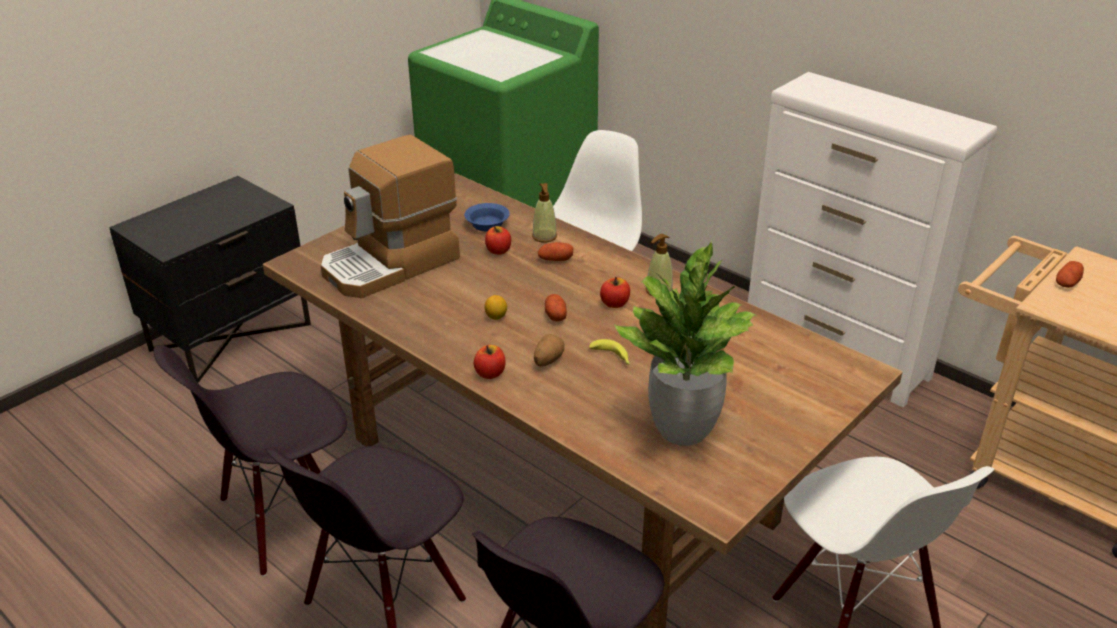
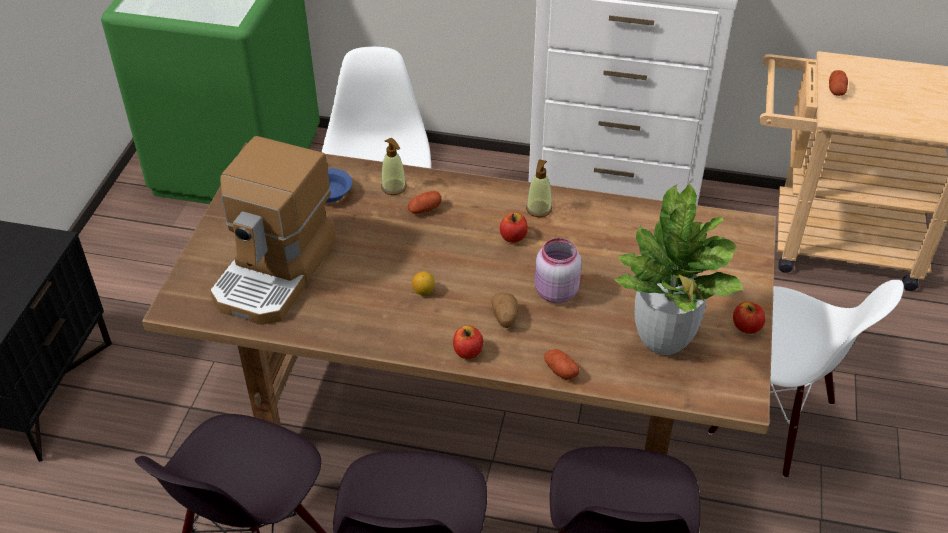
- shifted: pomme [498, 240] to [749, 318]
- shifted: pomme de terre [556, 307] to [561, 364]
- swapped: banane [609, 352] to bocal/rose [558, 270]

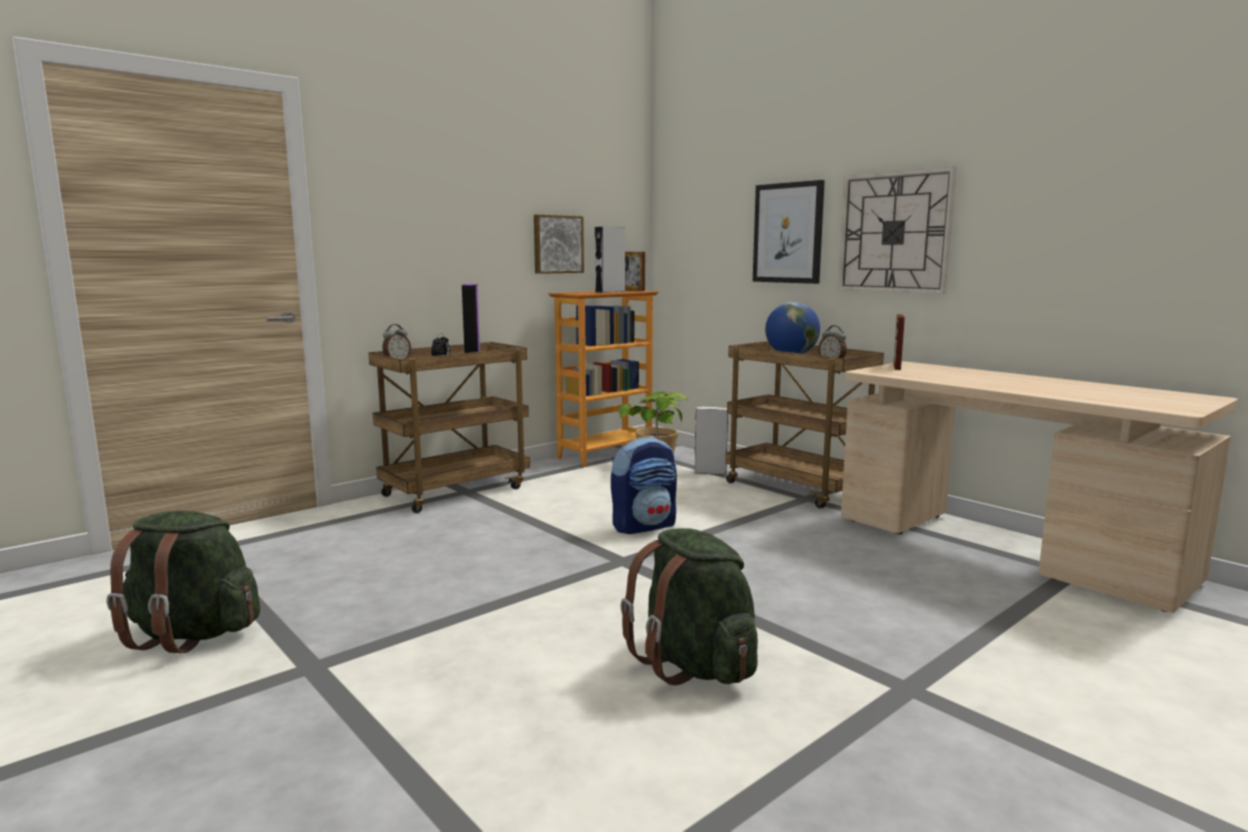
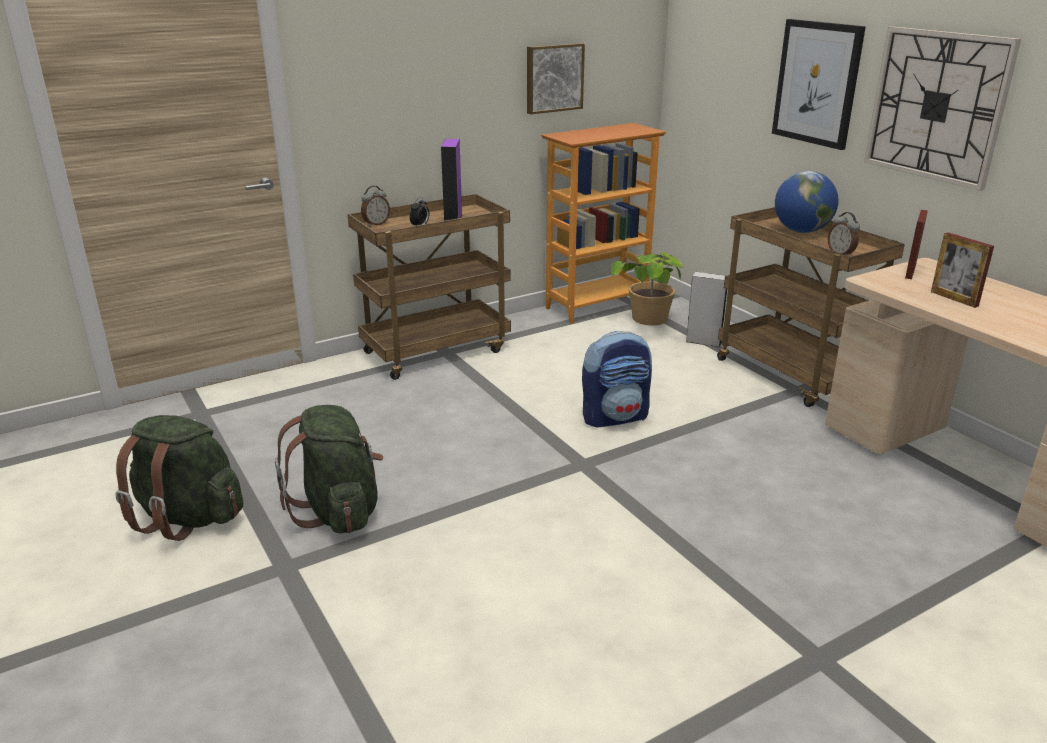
- gone: enceinte/gris [610, 260]
- shifted: sac à dos/vert [689, 606] to [329, 469]
- shifted: cadre photo [635, 271] to [962, 270]

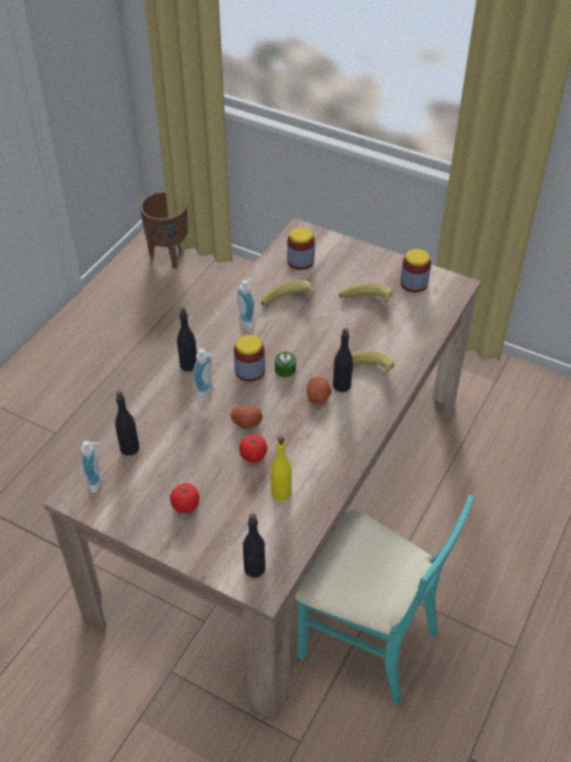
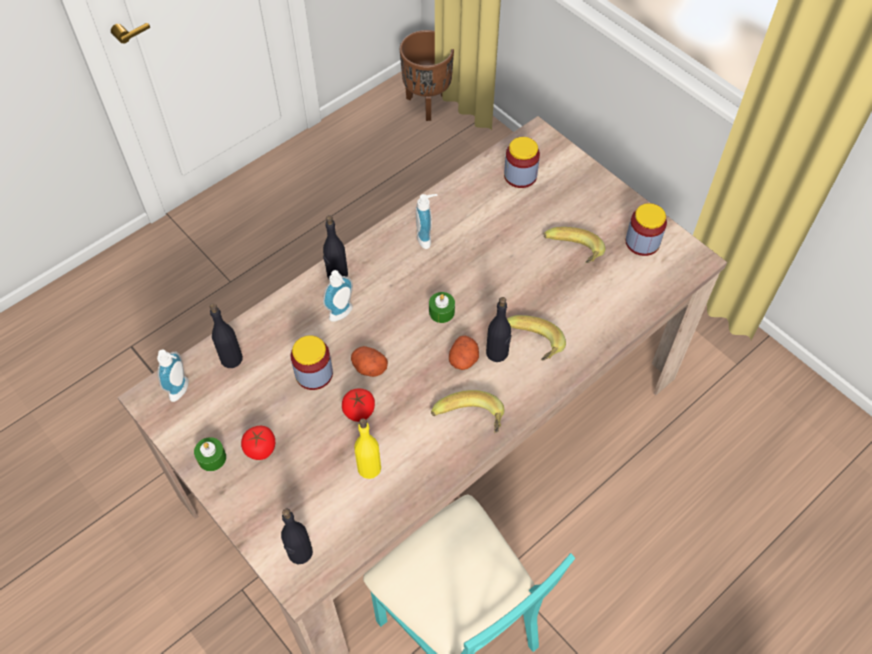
- new: bougie/vert [210, 454]
- shifted: bocal [249, 358] to [312, 362]
- shifted: banane [288, 292] to [467, 411]

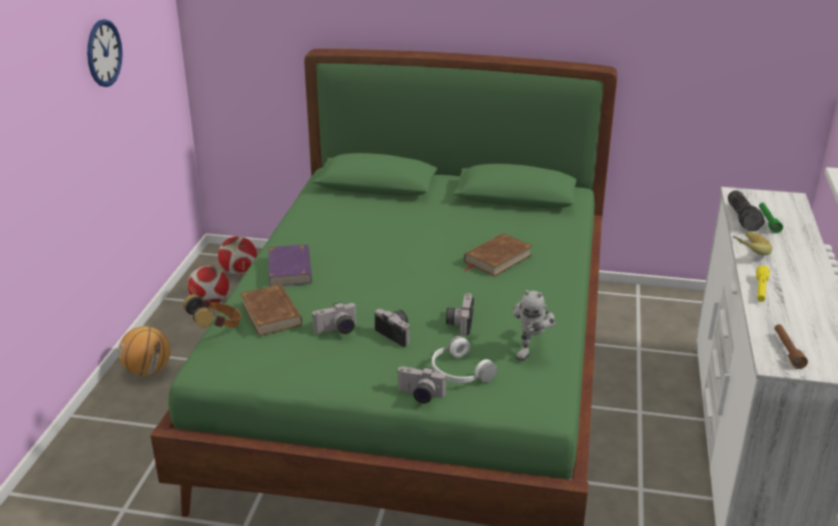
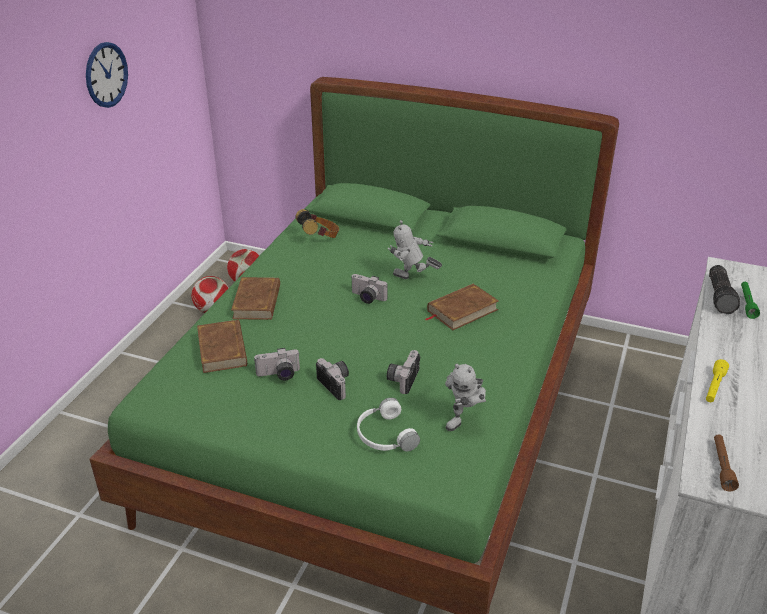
- gone: ballon de basket [145, 351]
- gone: banane [752, 243]
- new: robot jouet [415, 249]
- shifted: casque audio [212, 311] to [317, 223]
- shifted: appareil photo [422, 384] to [369, 289]
- repainted: livre/violet [290, 265] to livre/marron [255, 298]

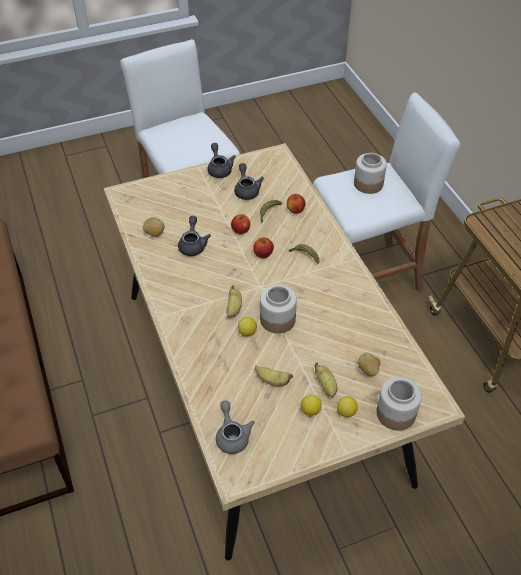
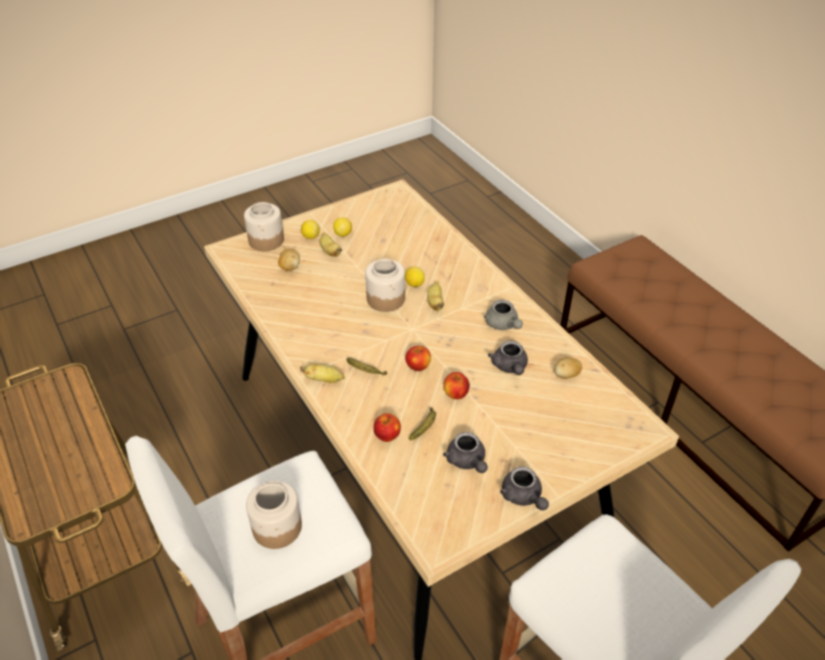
- shifted: théière/gris [235, 427] to [503, 315]
- shifted: banane [274, 376] to [322, 373]

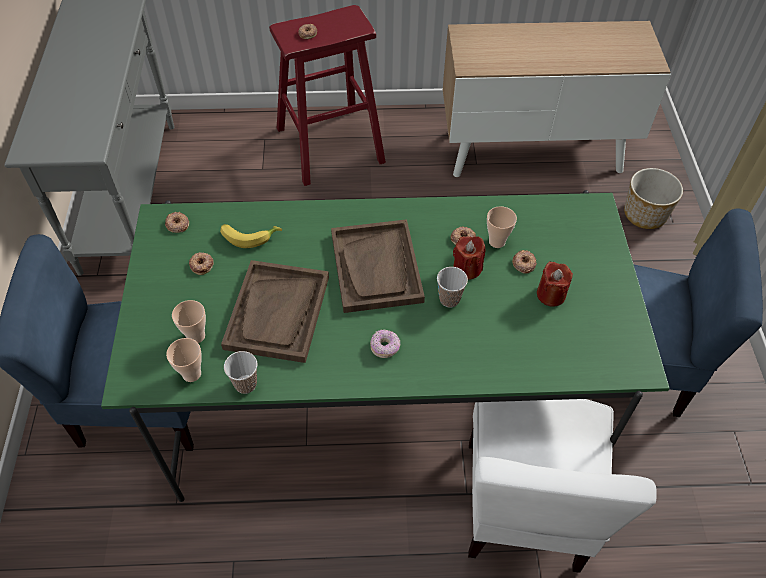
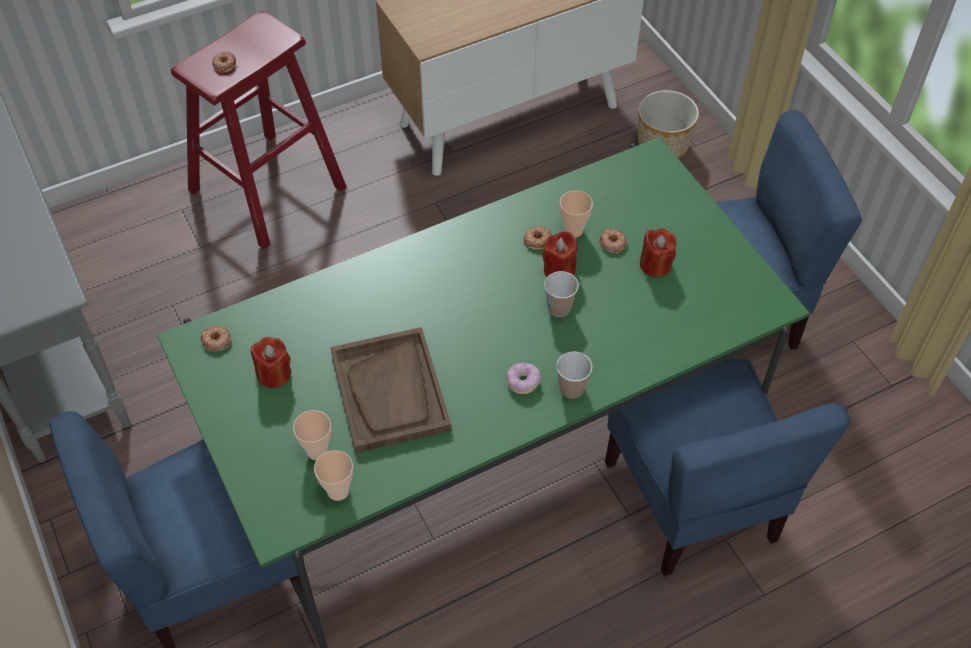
- gone: banane [251, 236]
- gone: plateau/marron [378, 266]
- shifted: tasse [240, 372] to [574, 375]
- swapped: beignet [201, 263] to bougie/rouge [271, 362]
- repainted: chaise/blanc [562, 486] to chaise/bleu [728, 467]

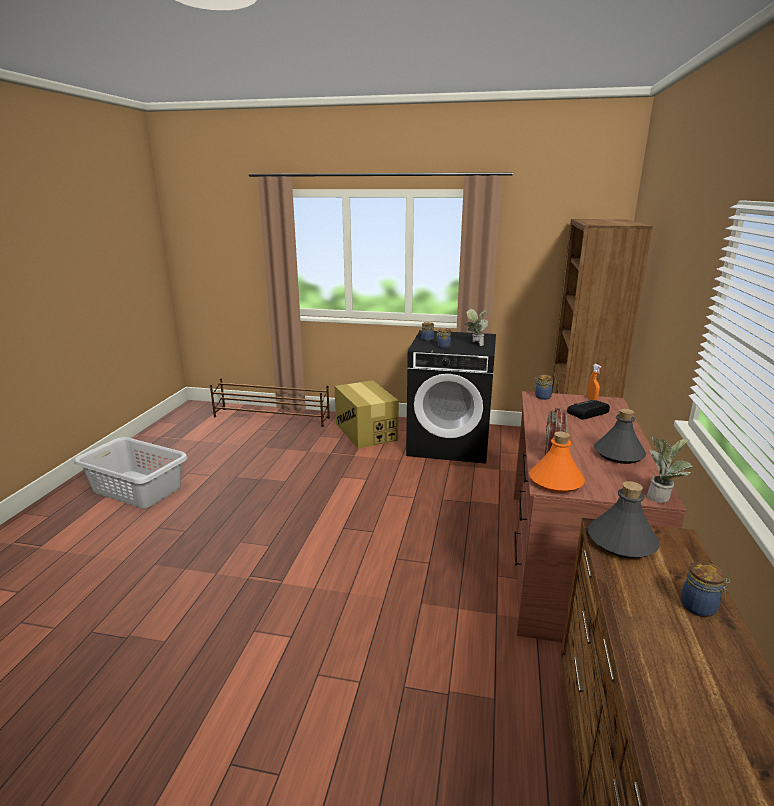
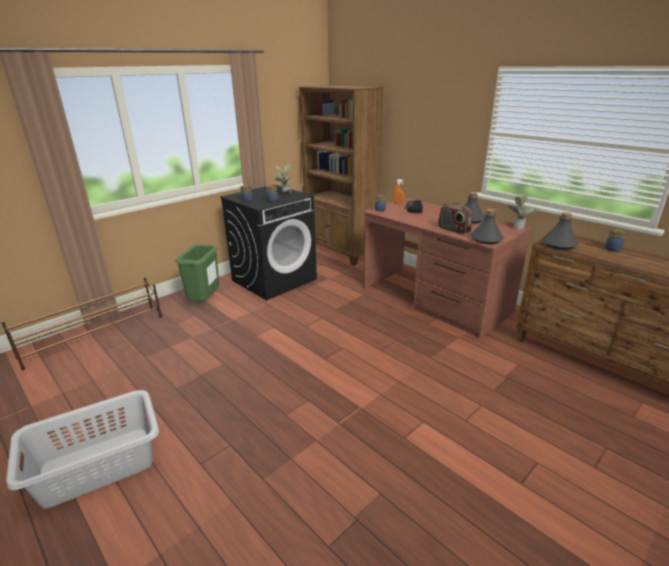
- swapped: carton [366, 414] to poubelle/vert [197, 273]
- repainted: bouteille/orange [557, 462] to bouteille/gris [487, 226]

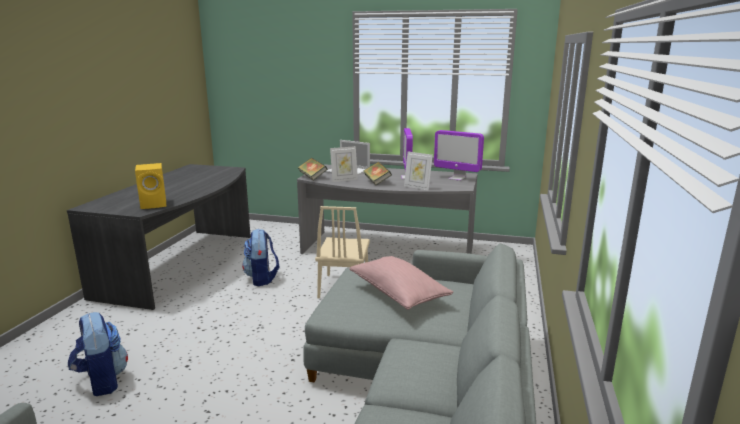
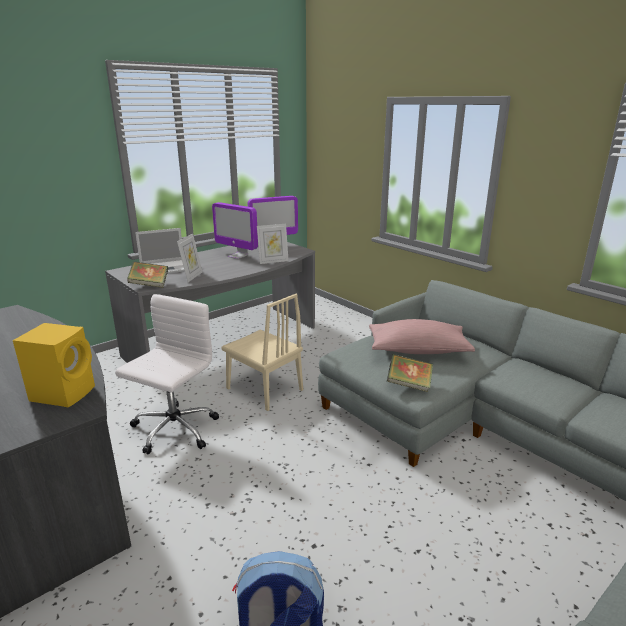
- shifted: livre [378, 173] to [410, 373]
- swapped: sac à dos [260, 257] to chaise de bureau/blanc [167, 374]

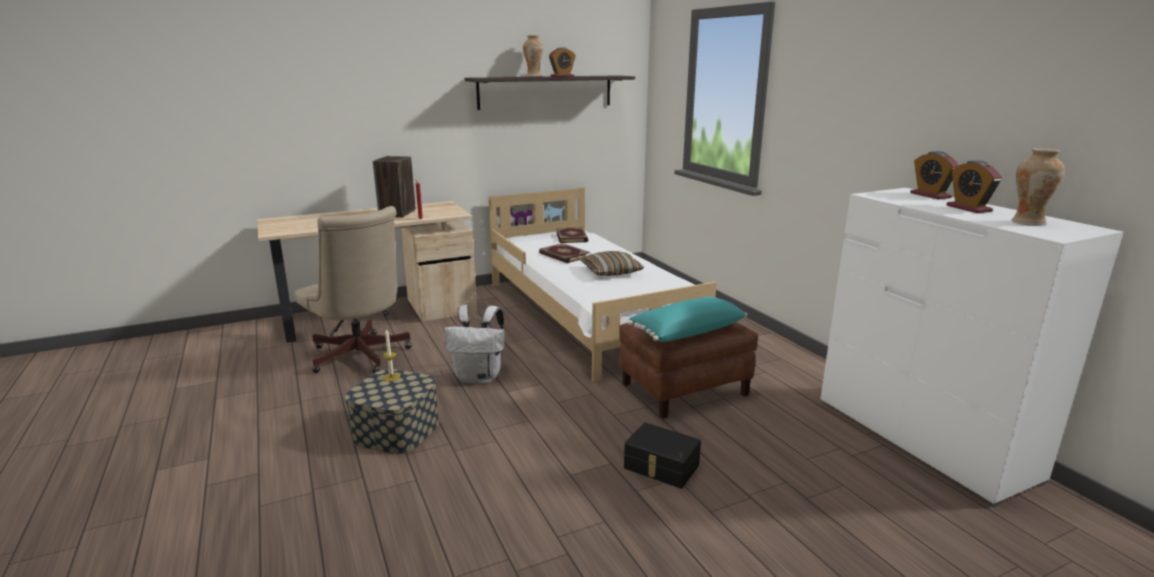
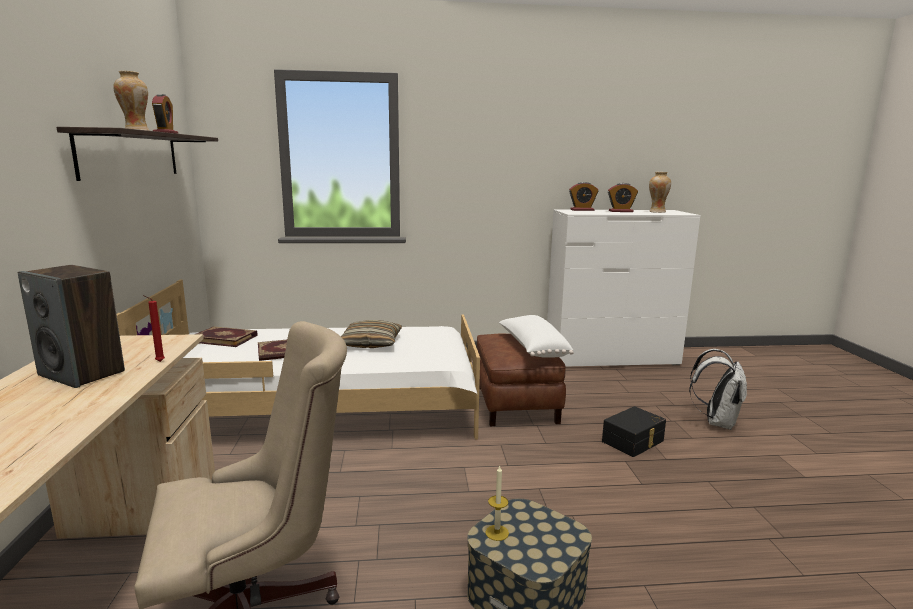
- shifted: sac à dos/blanc [474, 344] to [718, 389]
- repainted: coussin/turquoise [687, 319] to coussin/blanc [536, 336]

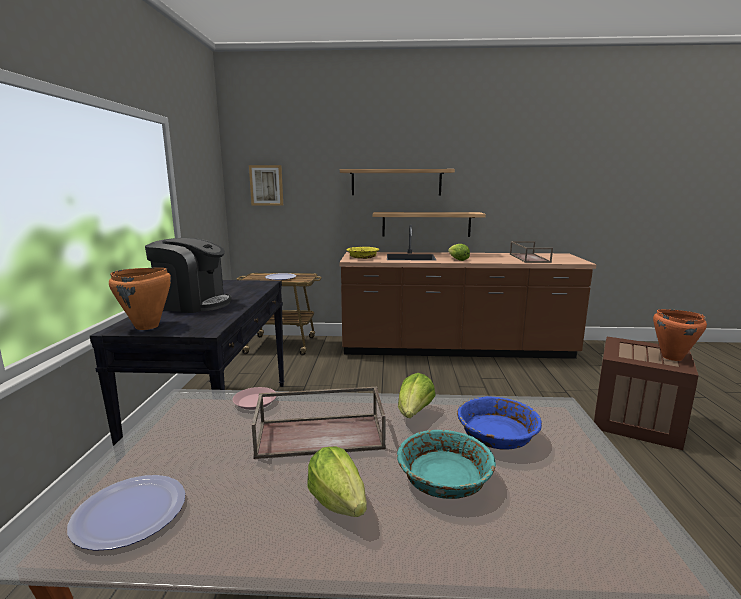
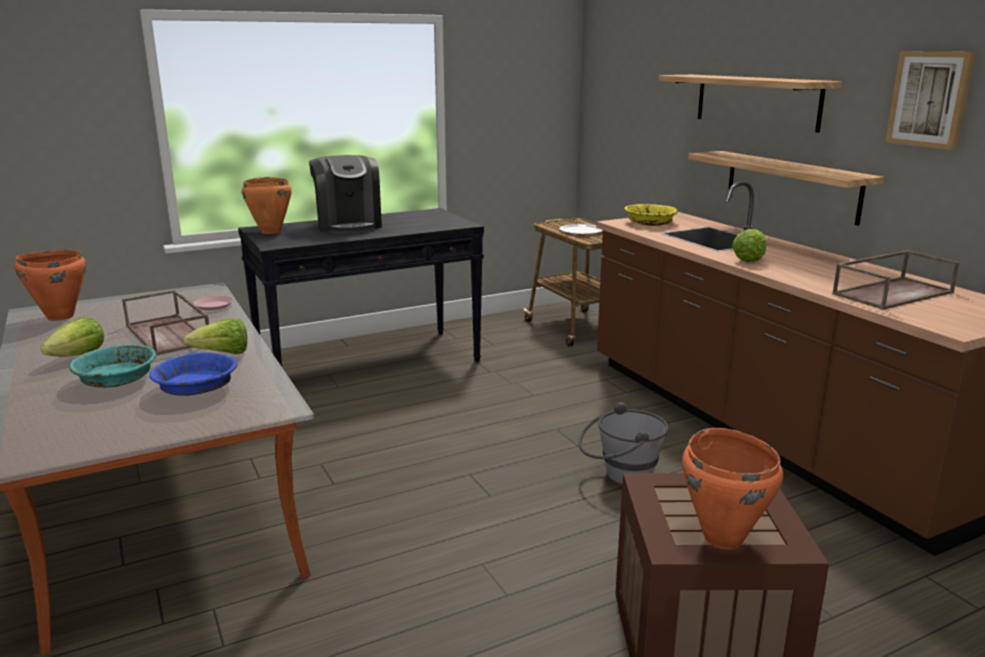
- new: seau/gris [623, 444]
- shifted: tableau [266, 185] to [930, 100]
- swapped: assiette [126, 513] to marmite/orange [50, 285]

